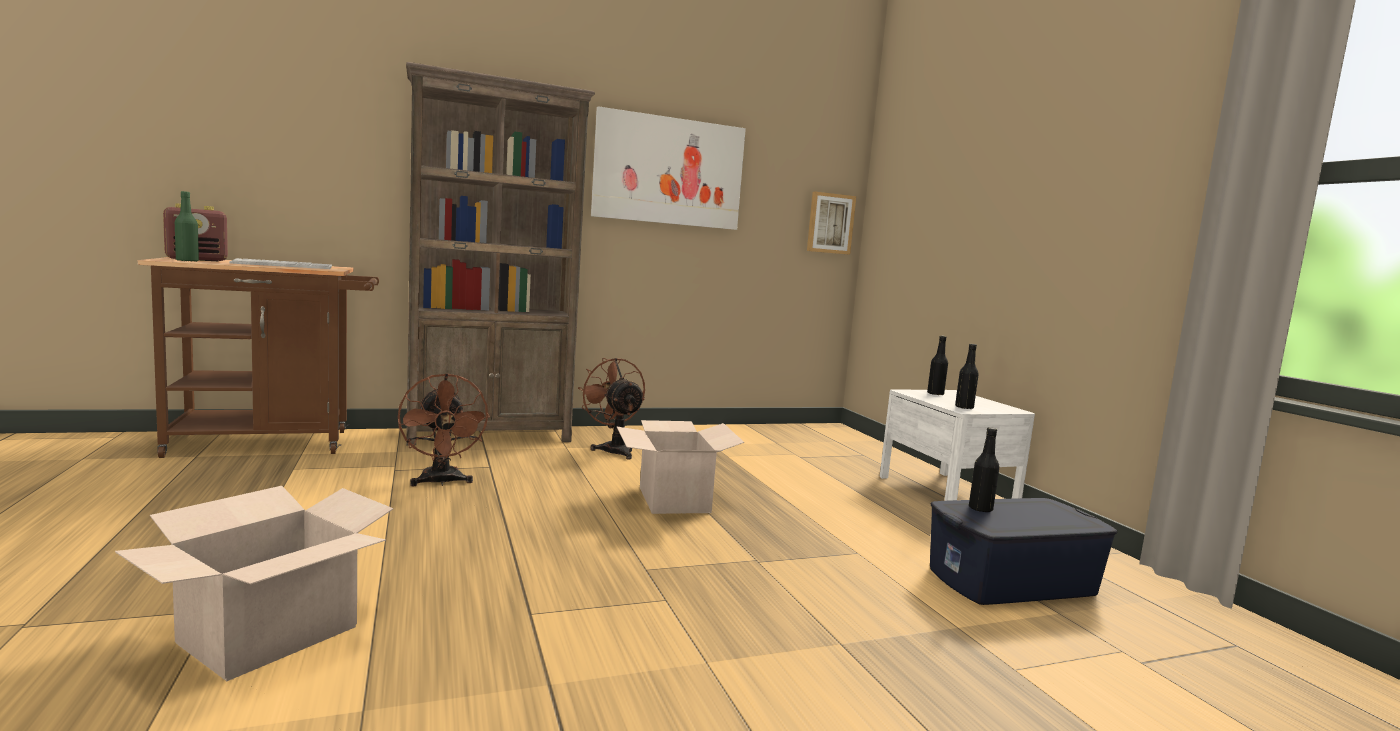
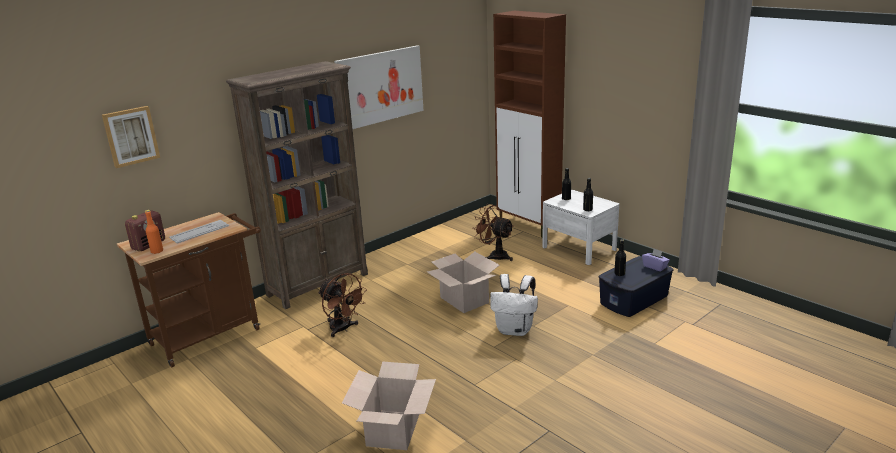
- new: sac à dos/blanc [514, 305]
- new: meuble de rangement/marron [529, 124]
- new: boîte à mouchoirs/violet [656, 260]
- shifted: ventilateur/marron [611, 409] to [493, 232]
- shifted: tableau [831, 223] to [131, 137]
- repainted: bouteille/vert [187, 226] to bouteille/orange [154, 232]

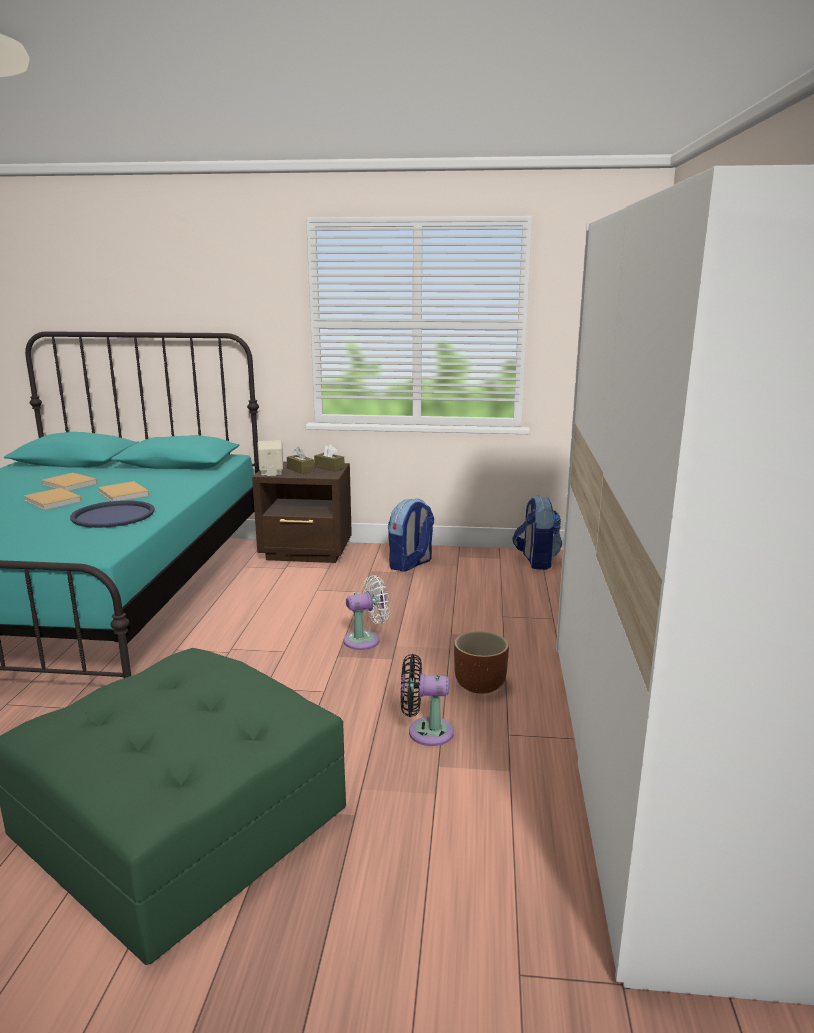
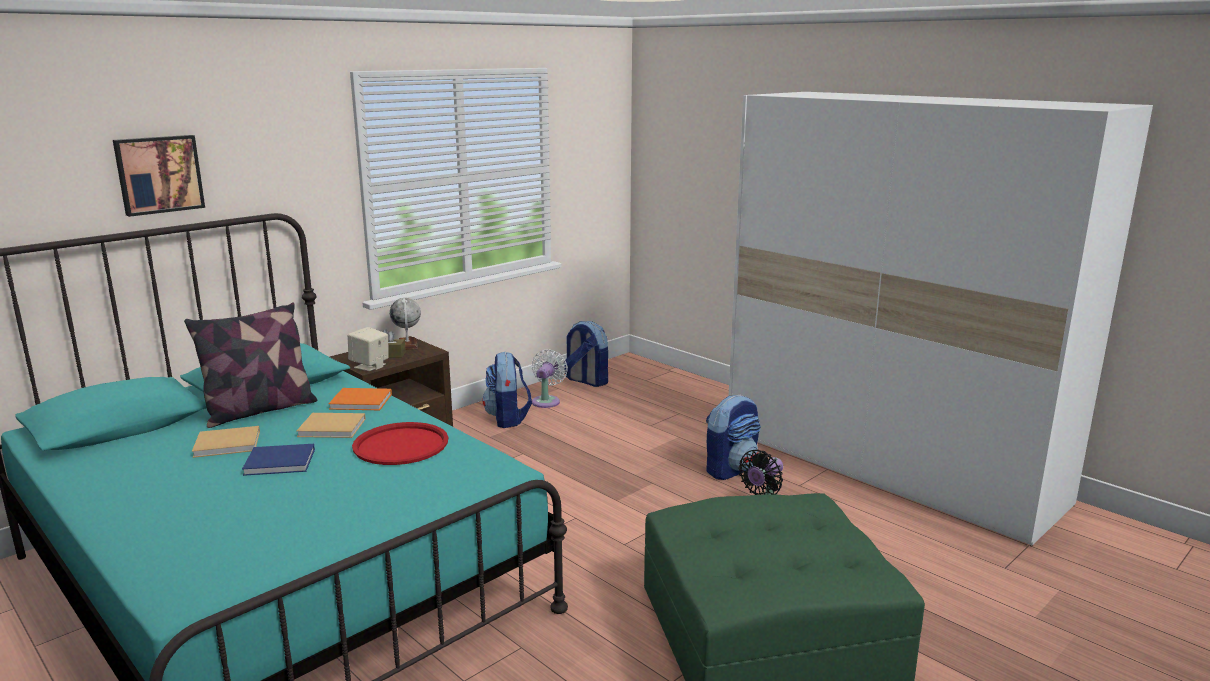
- new: tableau [159, 176]
- new: coussin [250, 365]
- new: livre/orange [360, 399]
- shifted: ventilateur/blanc [366, 612] to [550, 378]
- swapped: boîte à mouchoirs/marron [329, 457] to globe [405, 324]
- swapped: cache-pot/marron [481, 662] to sac à dos [733, 437]
- repainted: livre/beige [53, 499] to livre/bleu [278, 460]
- repainted: plateau/bleu [112, 514] to plateau/rouge [400, 443]

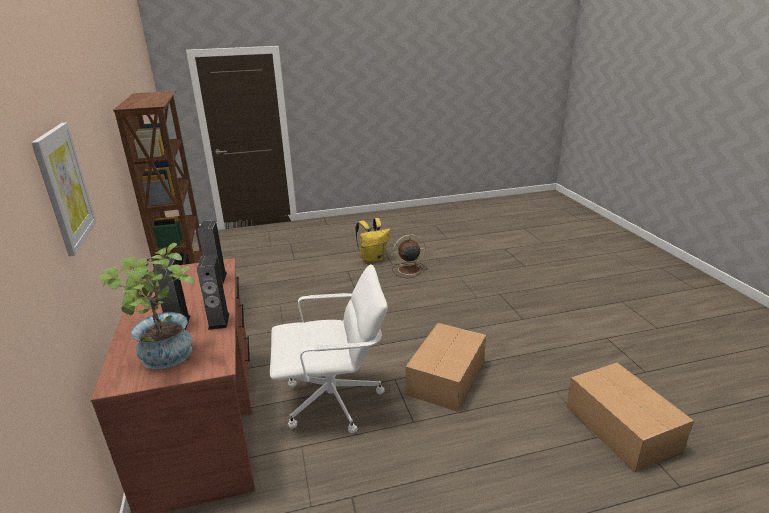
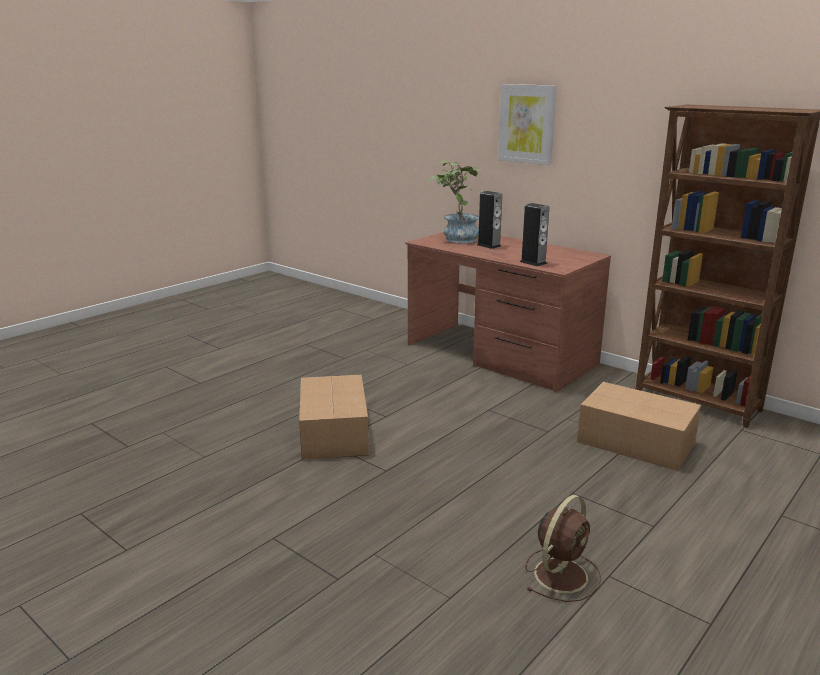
- gone: enceinte [213, 292]
- gone: chaise de bureau/blanc [329, 348]
- gone: sac à dos/jaune [372, 240]
- shifted: carton [630, 417] to [639, 426]

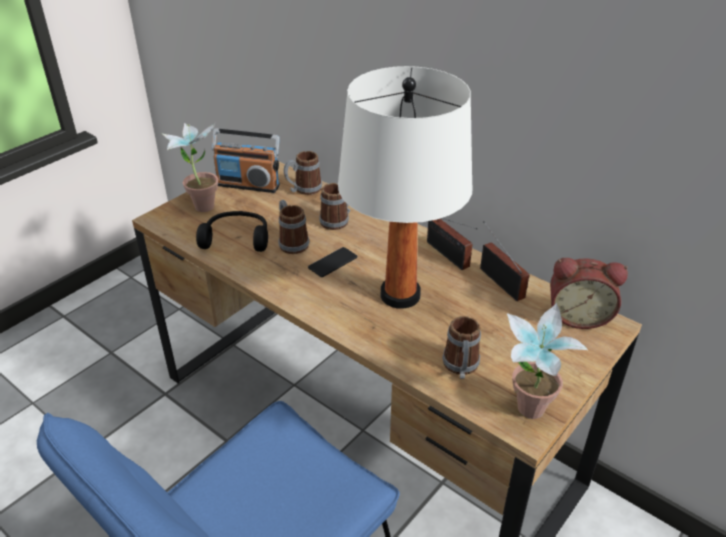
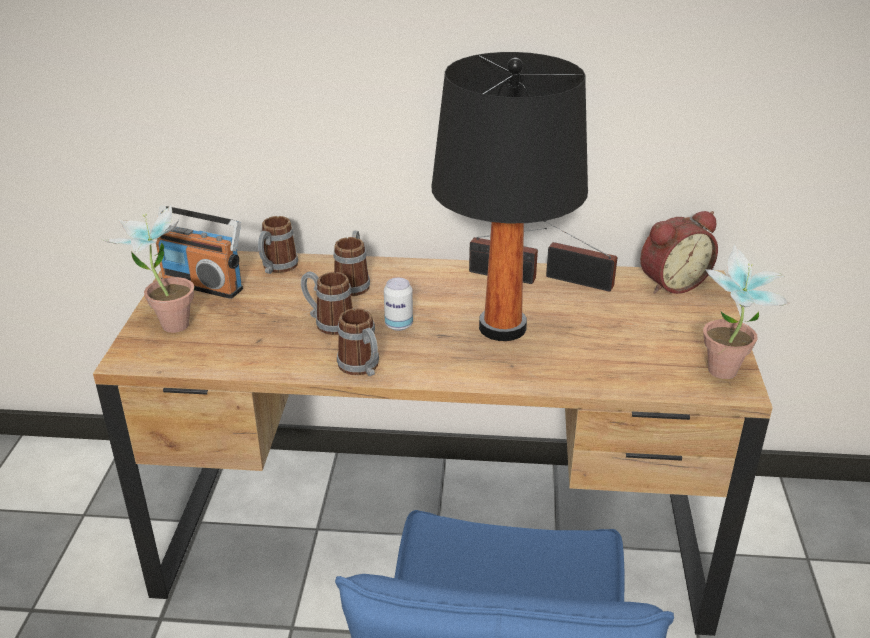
- gone: casque audio/noir [232, 231]
- shifted: mug [461, 347] to [358, 342]
- swapped: téléphone [332, 262] to boîte métallique [398, 304]
- repainted: lampe de table/blanc [405, 187] to lampe de table/noir [509, 196]
- rotated: radio [246, 160] = [199, 252] 45 degrees clockwise

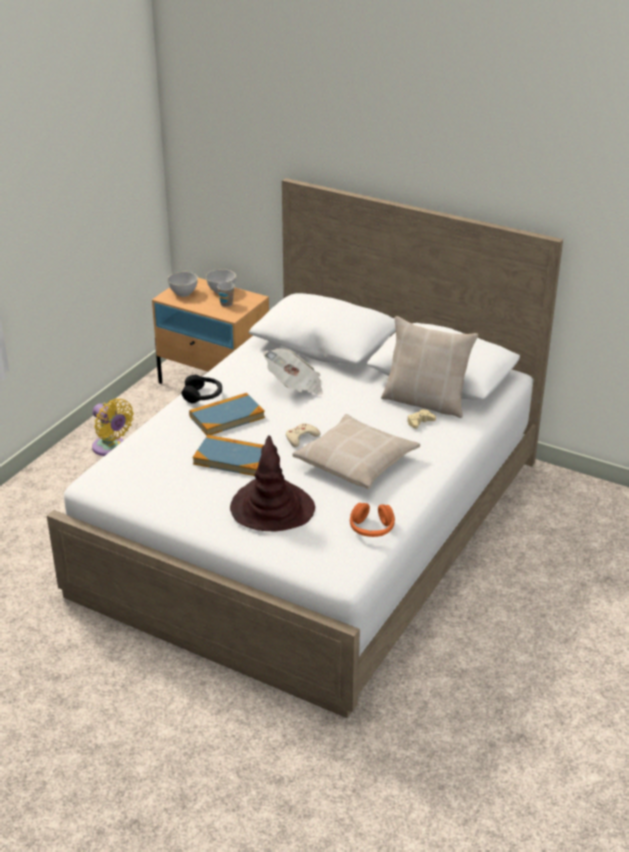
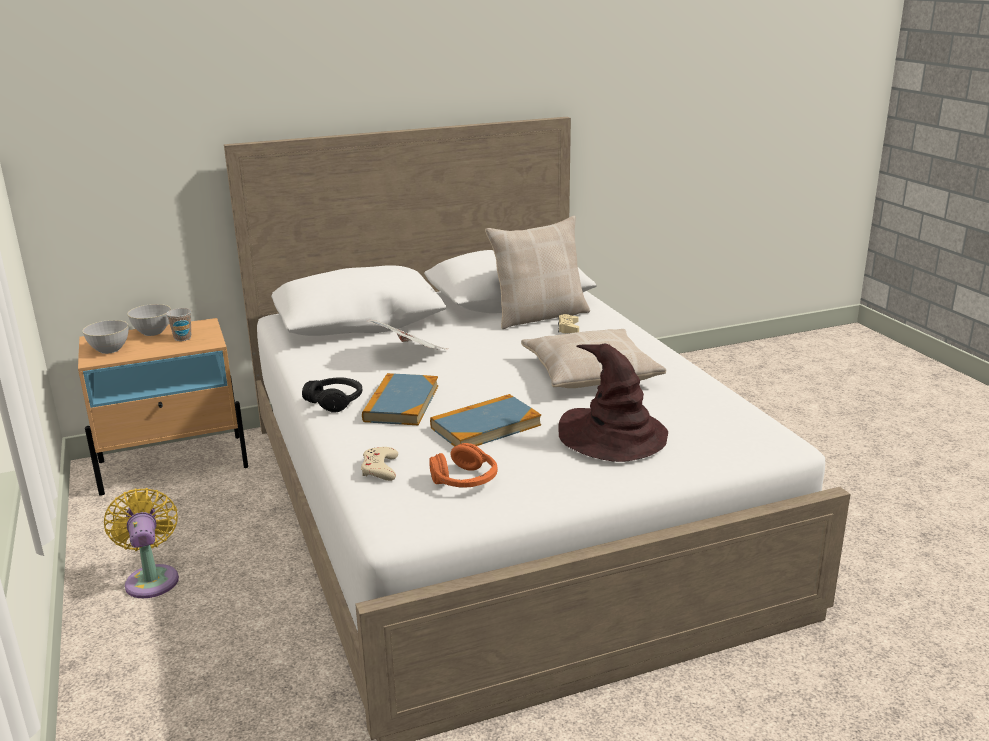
- shifted: manette/beige [303, 435] to [379, 464]
- shifted: casque audio/orange [372, 520] to [463, 465]
- rotated: ventilateur/jaune [113, 427] = [141, 543] 105 degrees counterclockwise

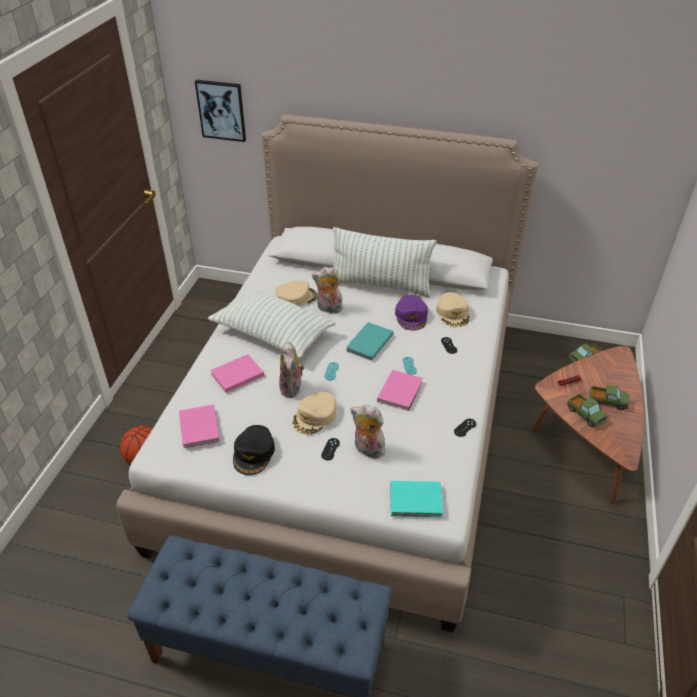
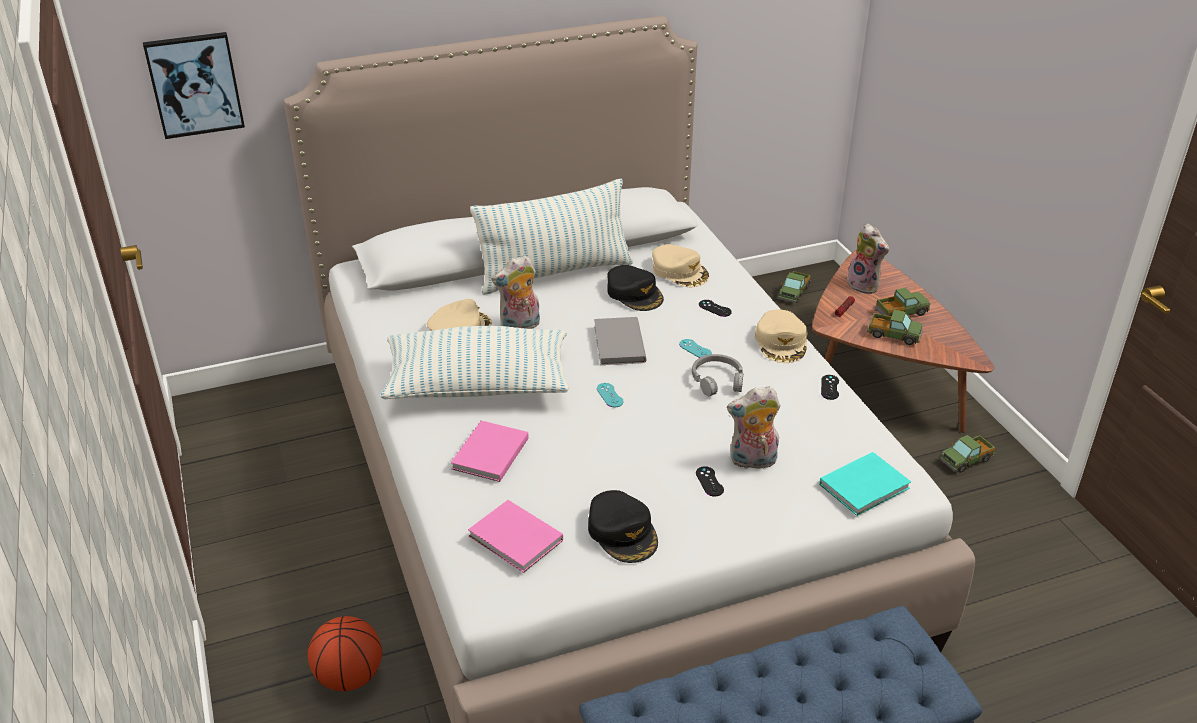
- new: camion jouet [967, 454]
- shifted: peluche [291, 369] to [868, 259]
- shifted: casquette/beige [314, 413] to [781, 336]
- swapped: livre/rose [400, 390] to casque audio/gris [717, 375]
- repainted: livre/turquoise [370, 341] to livre/gris [620, 341]
- repainted: casquette/violet [411, 313] to casquette/noir [635, 288]

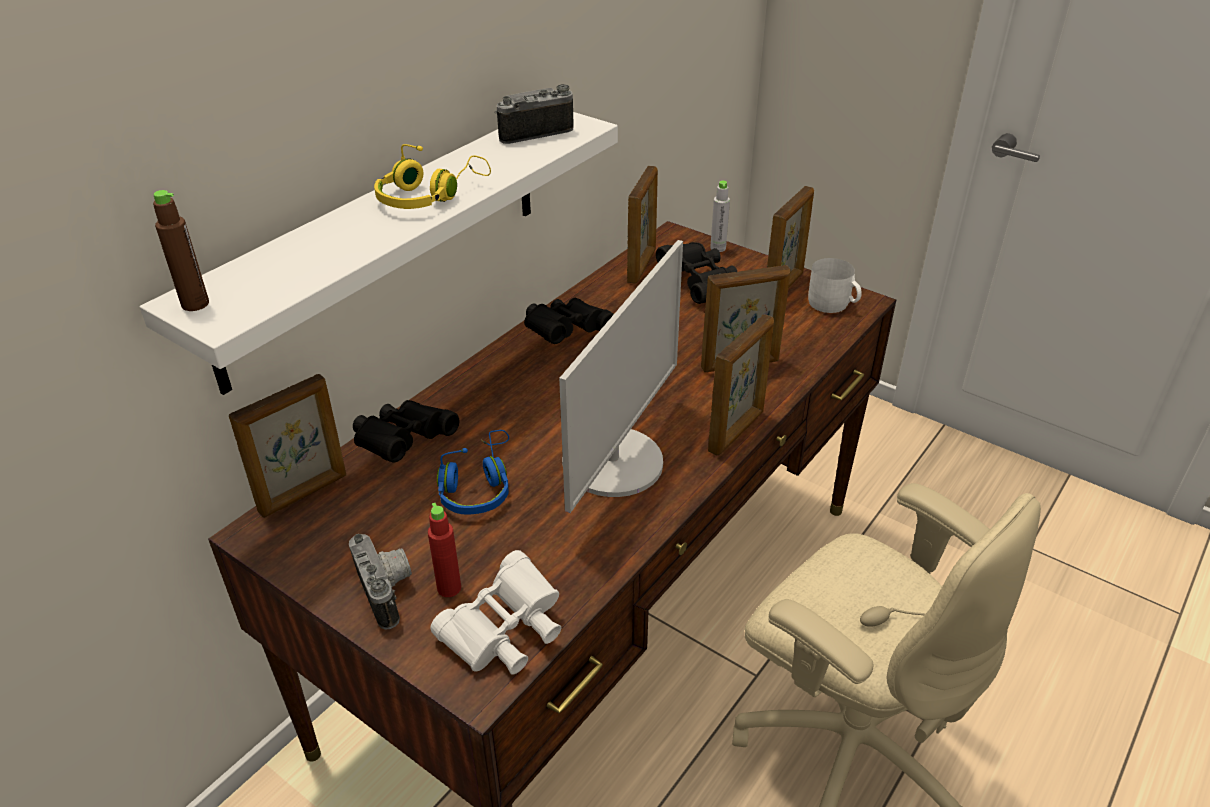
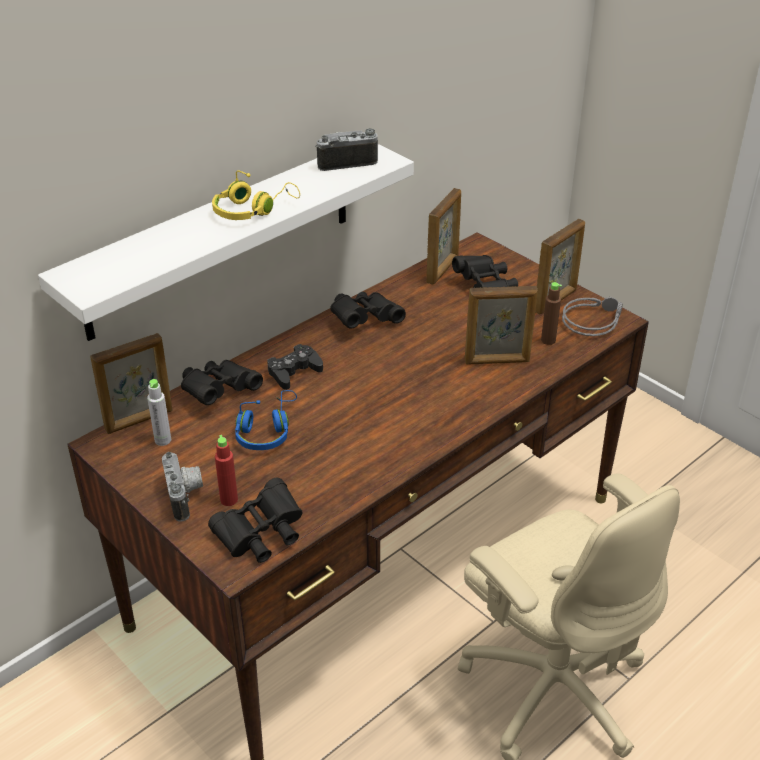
- gone: écran d'ordinateur [621, 376]
- gone: cadre photo [741, 385]
- new: manette/noir [295, 367]
- shifted: bouteille/marron [181, 250] to [551, 313]
- shifted: bouteille/gris [720, 216] to [159, 412]
- swapped: mug/blanc [835, 285] to casque audio/gris [592, 316]
- repainted: jumelles/blanc [496, 612] to jumelles/noir [255, 520]

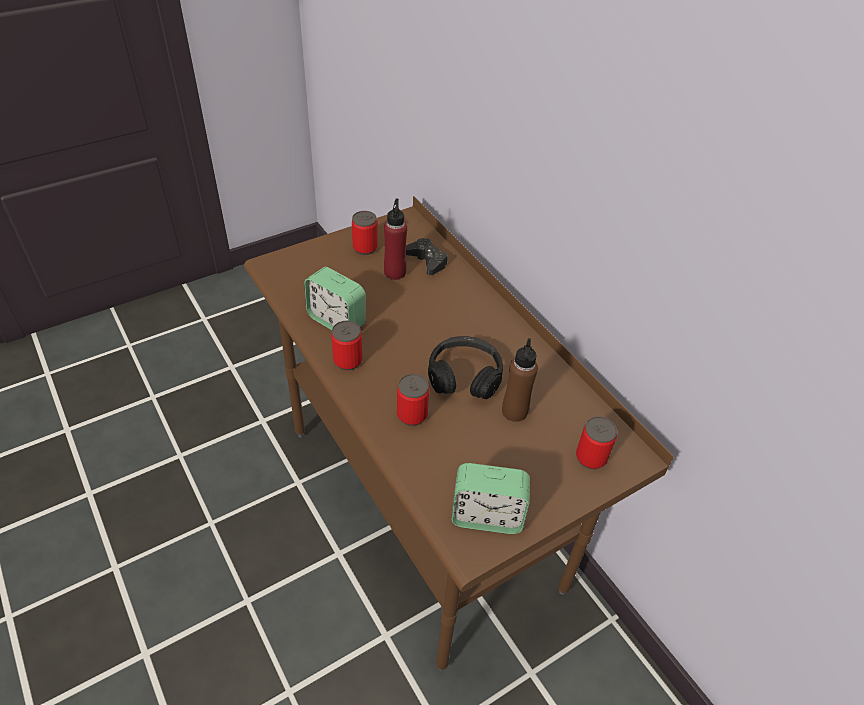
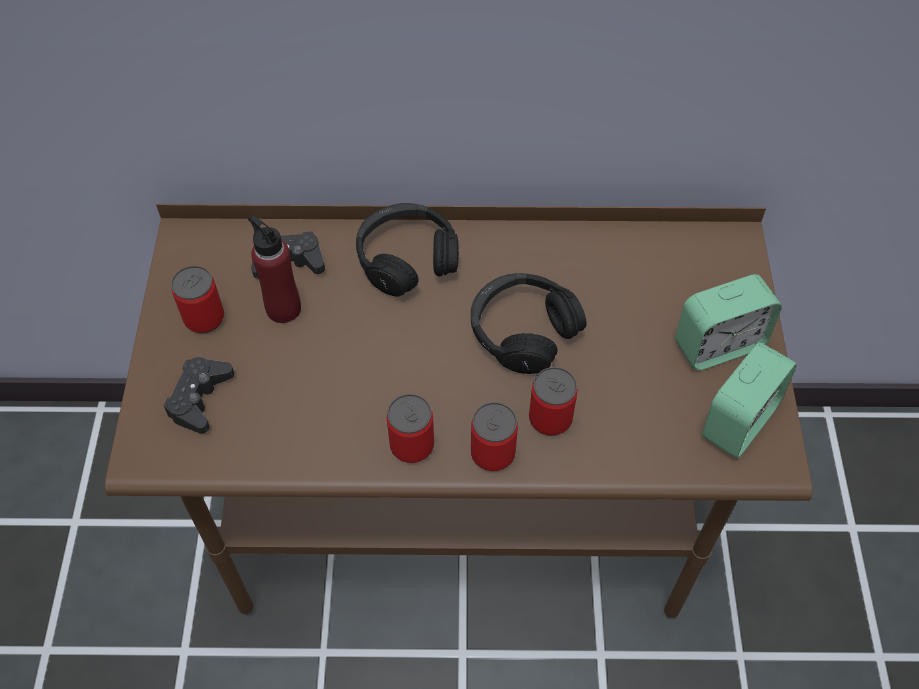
- gone: bouteille/marron [520, 380]
- new: manette/noir [198, 395]
- new: casque audio/noir [407, 250]
- shifted: réveil [335, 298] to [728, 322]
- shifted: boîte métallique [596, 442] to [494, 436]

